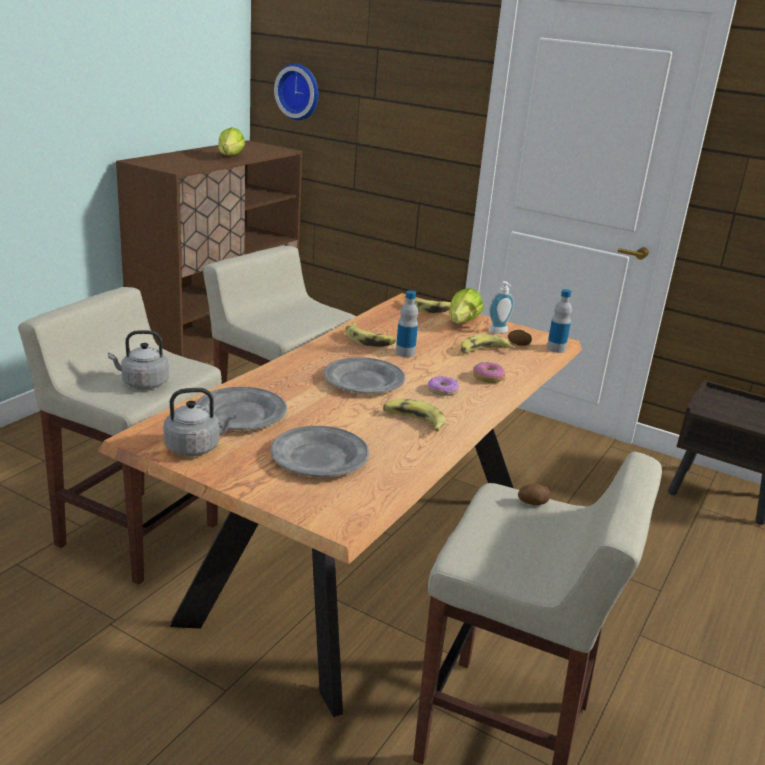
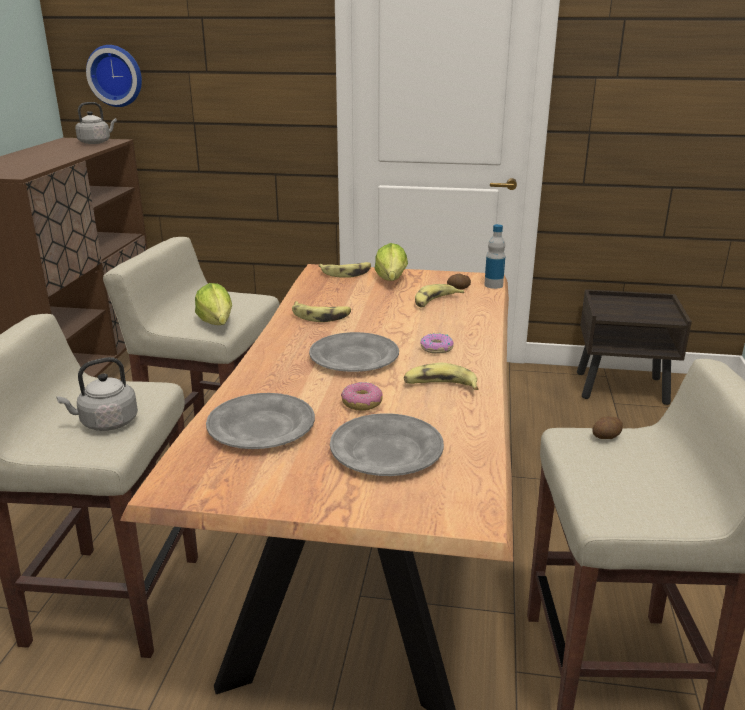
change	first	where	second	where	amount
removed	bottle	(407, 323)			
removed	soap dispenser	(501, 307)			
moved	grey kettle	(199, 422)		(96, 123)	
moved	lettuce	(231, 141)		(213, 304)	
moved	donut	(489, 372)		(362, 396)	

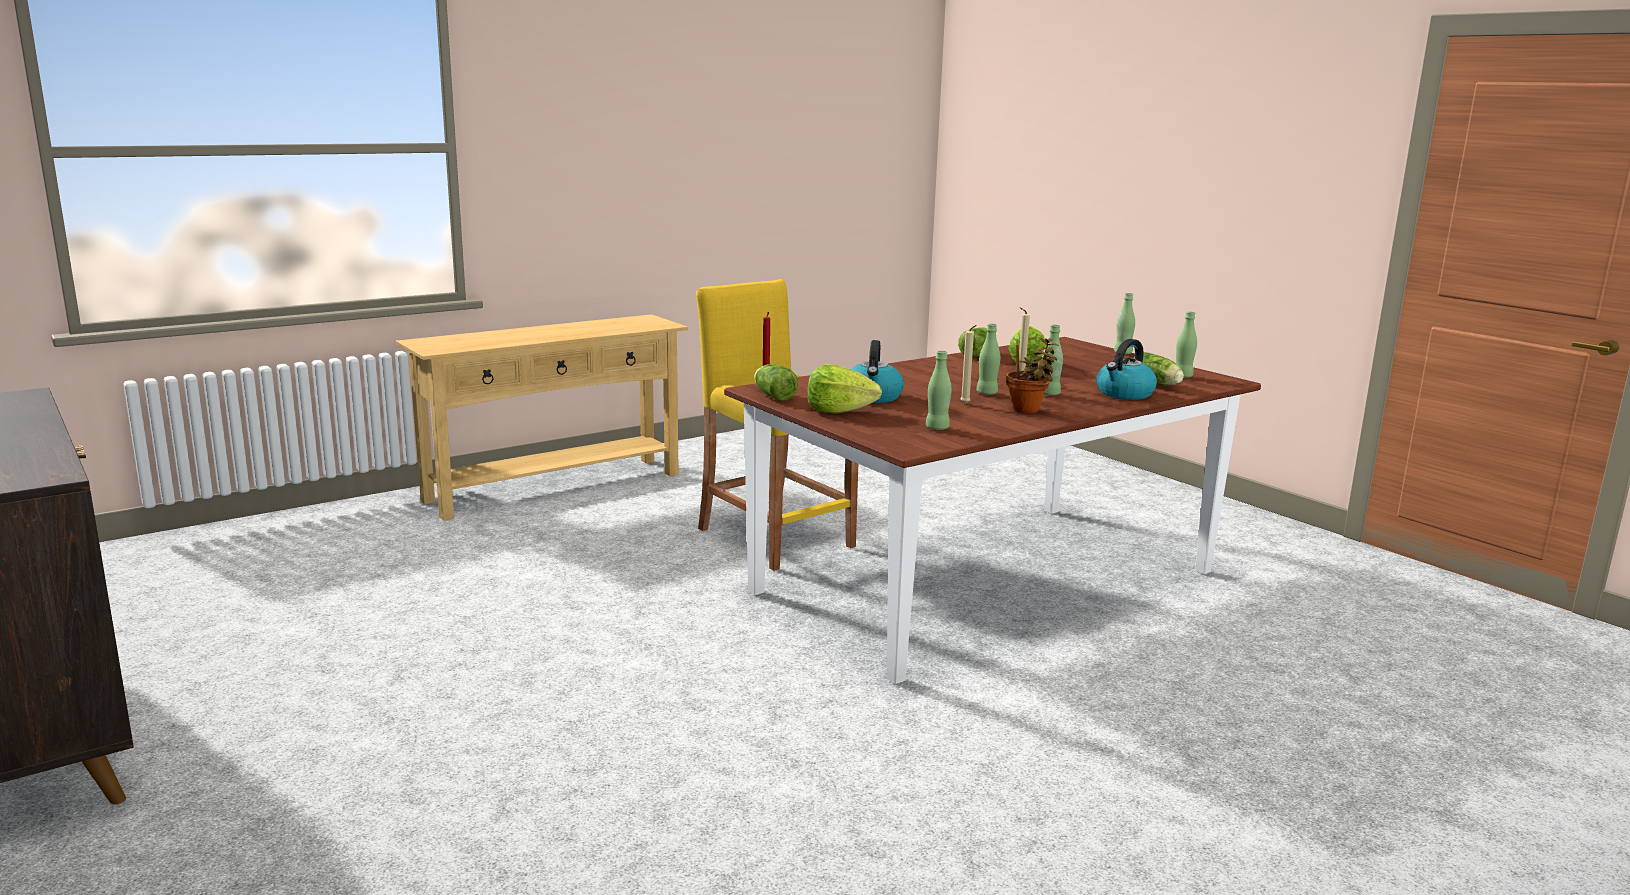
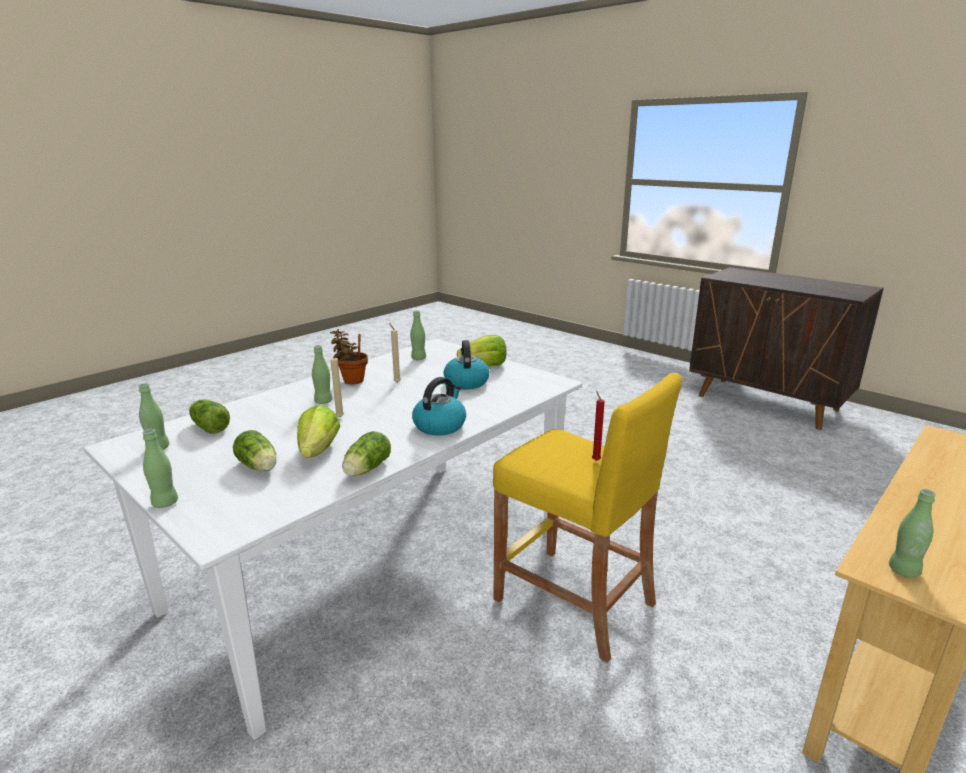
change	first	where	second	where	amount
moved	lettuce	(776, 382)		(255, 450)	
moved	green bottle	(988, 359)		(912, 533)	
moved	kettle	(1126, 369)		(439, 406)	
recoloured	brown dining table	(992, 510)	white dining table	(333, 539)	

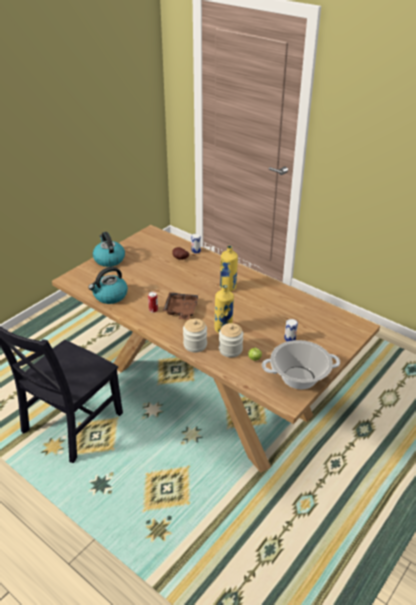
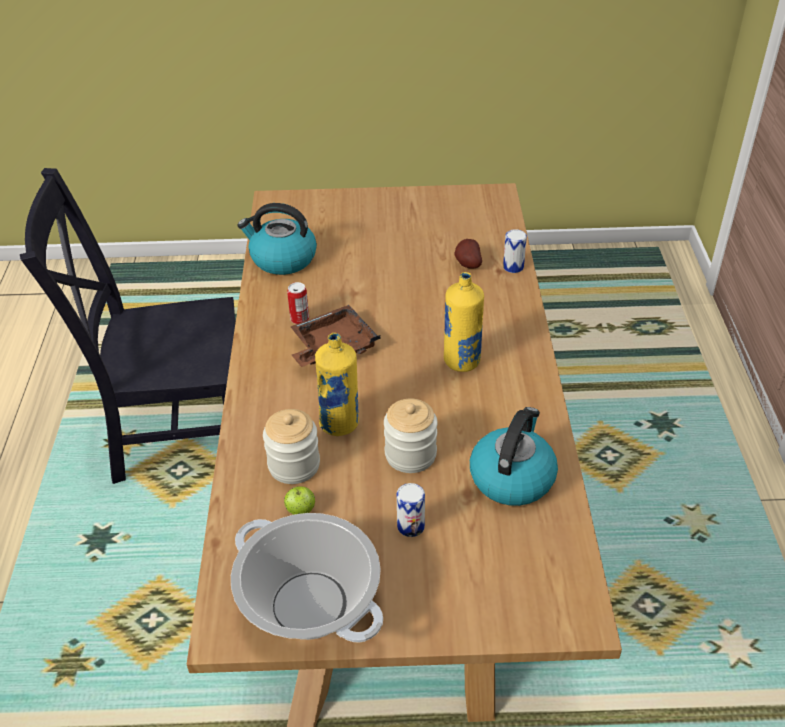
change	first	where	second	where	amount
moved	kettle	(109, 249)		(514, 456)	
moved	jar	(195, 335)		(411, 436)	

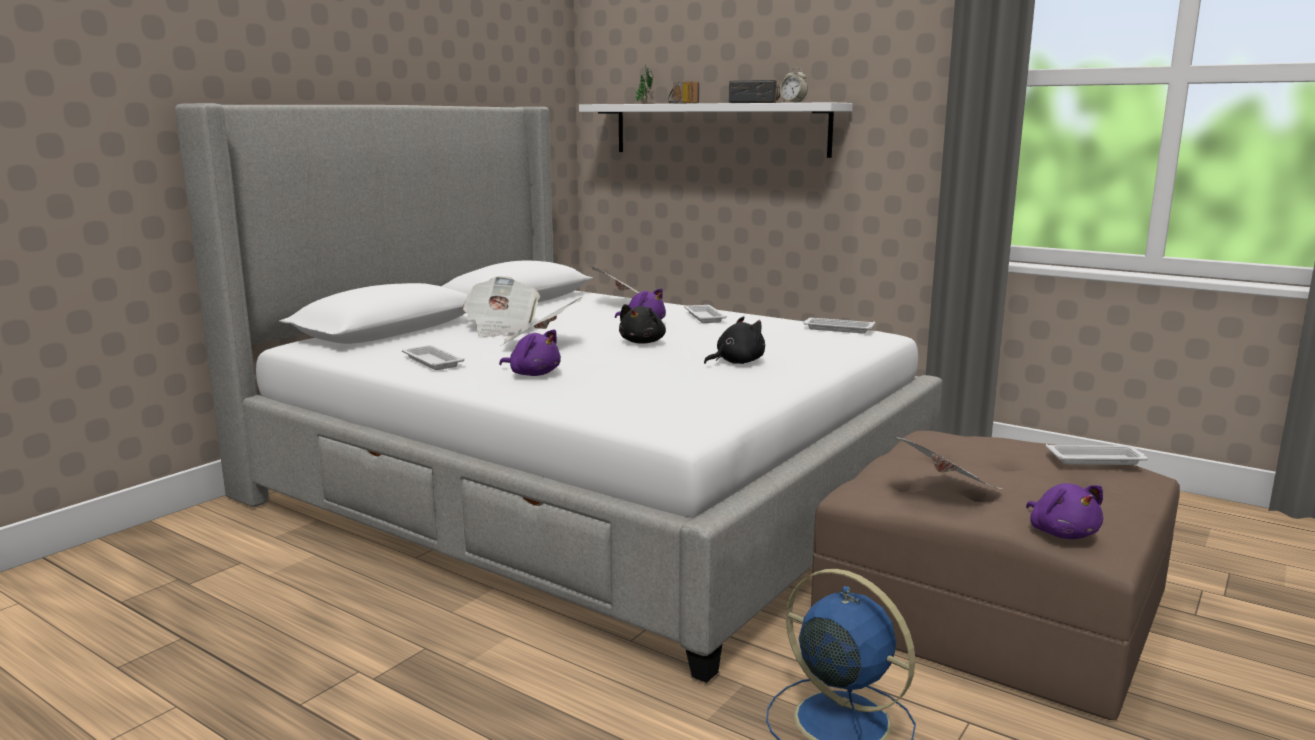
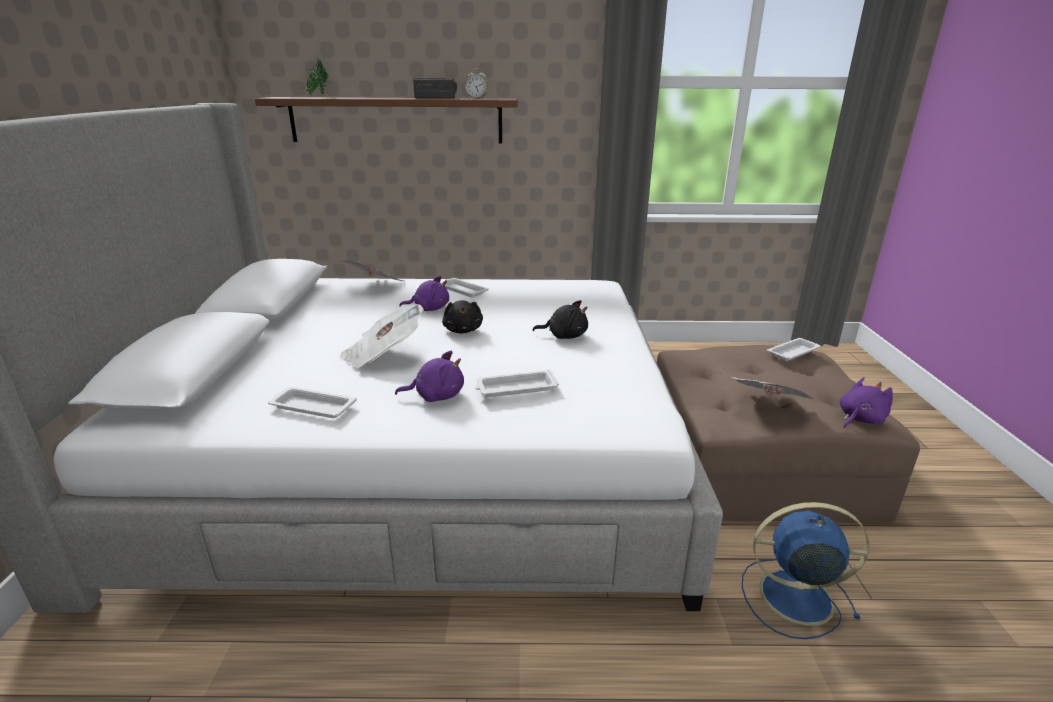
change	first	where	second	where	amount
removed	newspaper	(501, 306)			
removed	radio	(683, 92)			
moved	white tray	(839, 325)		(517, 383)	
recoloured	white shelf	(716, 130)	brown shelf	(386, 120)	
turned	black plush toy	(734, 340)		(560, 319)	75 degrees clockwise
turned	purple plush toy	(1064, 511)		(866, 402)	75 degrees counterclockwise

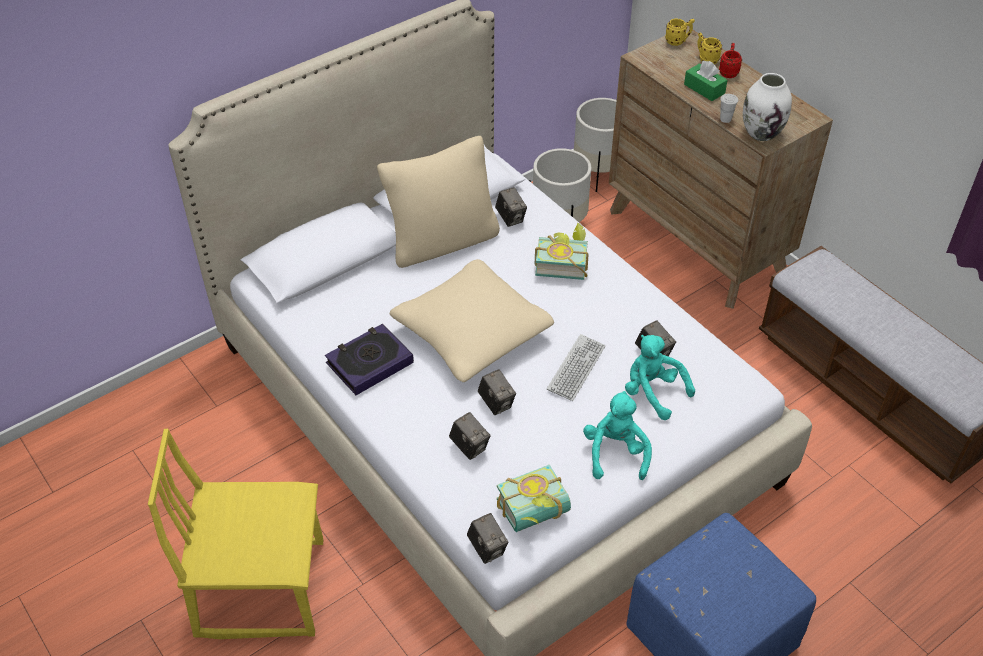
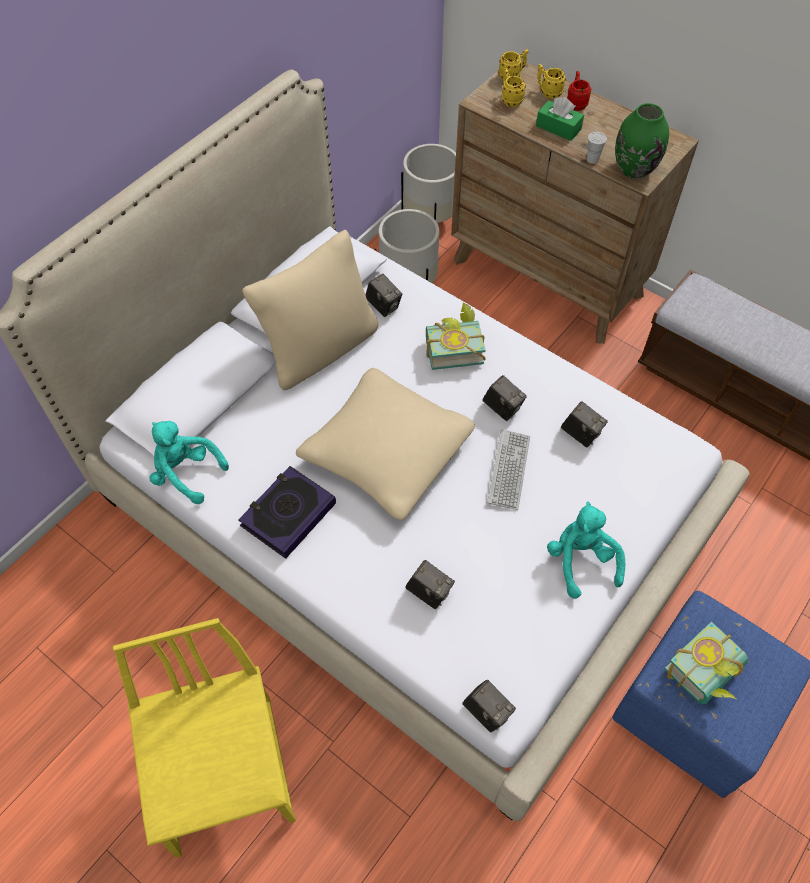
change	first	where	second	where	amount
added			yellow mug	(514, 87)	
moved	photo camera	(497, 392)		(505, 398)	
moved	book	(534, 498)		(706, 662)	
moved	turquoise plush toy	(660, 377)		(189, 462)	
recoloured	white vase	(767, 107)	green vase	(642, 141)	
turned	yellow chair	(235, 534)		(204, 738)	90 degrees clockwise

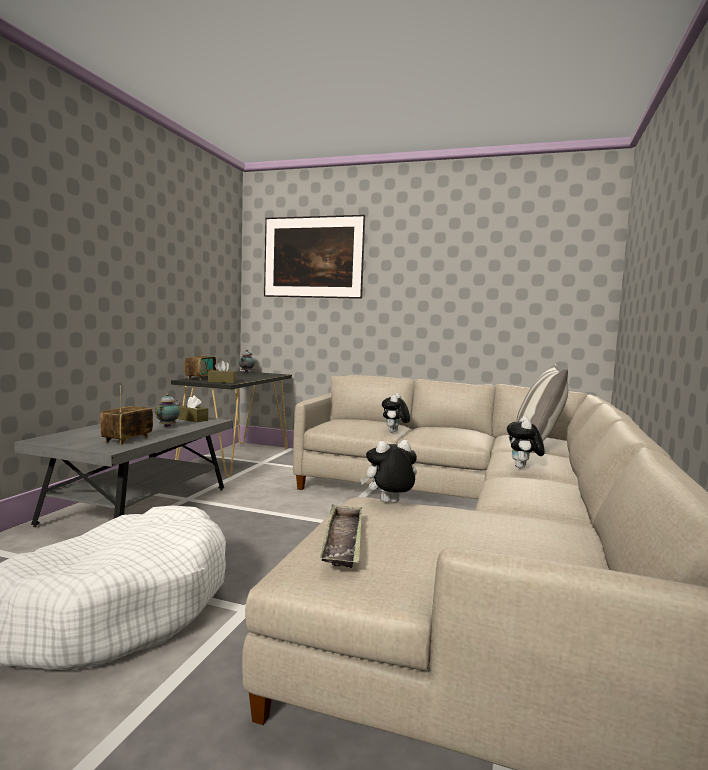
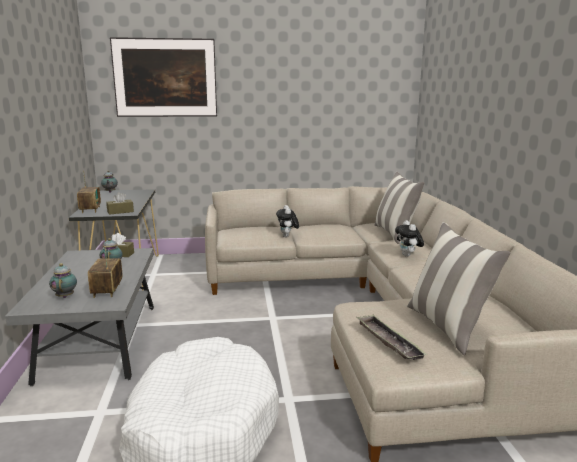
change	first	where	second	where	amount
removed	plush toy	(388, 471)			
added			teapot	(63, 280)	
added			pillow	(459, 288)	

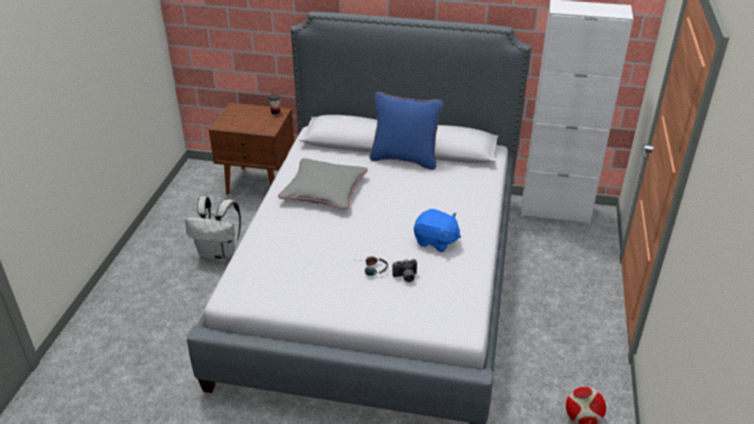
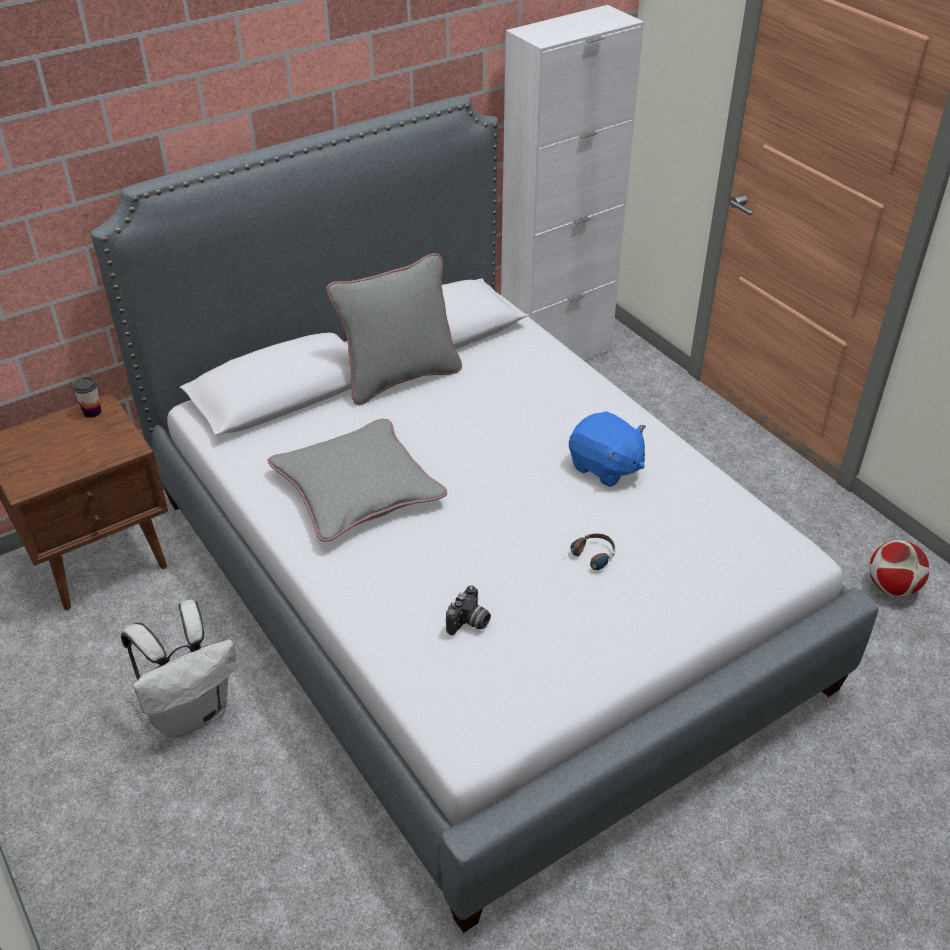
change	first	where	second	where	amount
moved	photo camera	(404, 270)		(468, 610)	
recoloured	blue pillow	(406, 131)	grey pillow	(394, 329)	
turned	blue plush toy	(437, 230)		(607, 449)	60 degrees clockwise

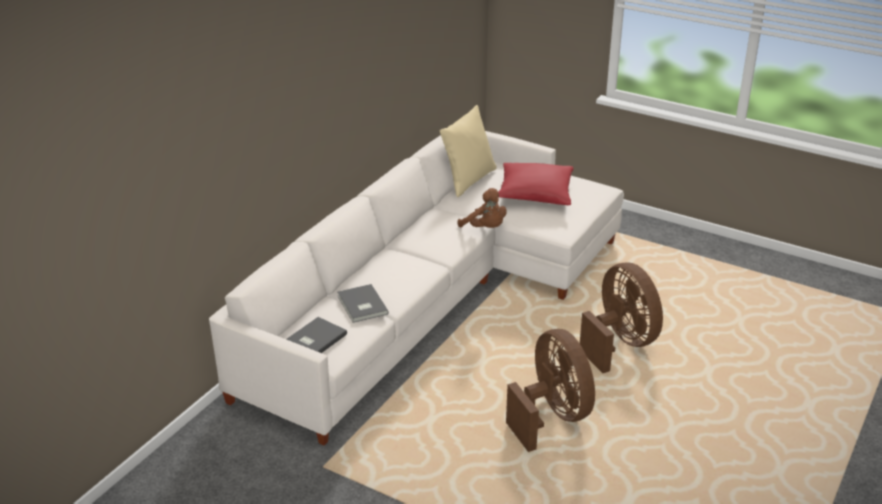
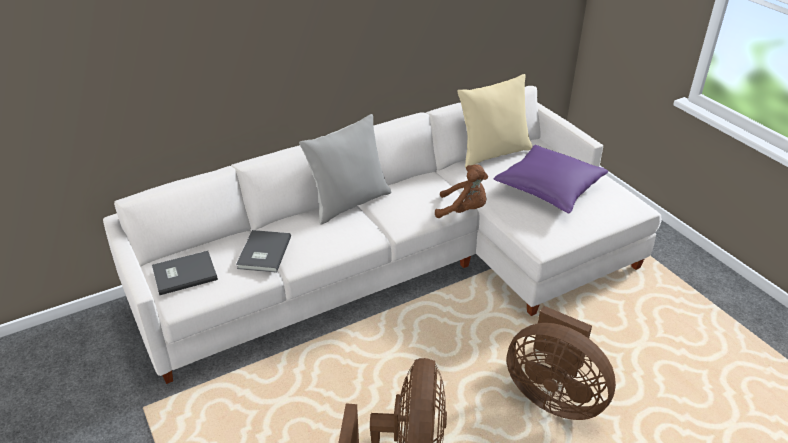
change	first	where	second	where	amount
added			grey pillow	(345, 169)	
recoloured	red pillow	(536, 184)	purple pillow	(550, 179)	
turned	brown plush toy	(482, 208)		(461, 191)	60 degrees counterclockwise
turned	brown fan	(621, 317)		(561, 363)	120 degrees clockwise

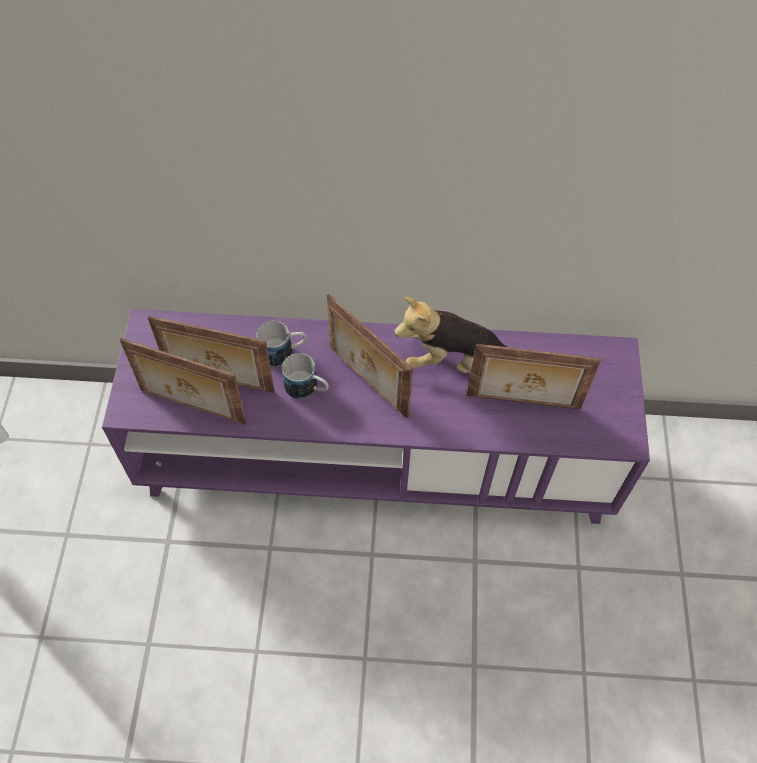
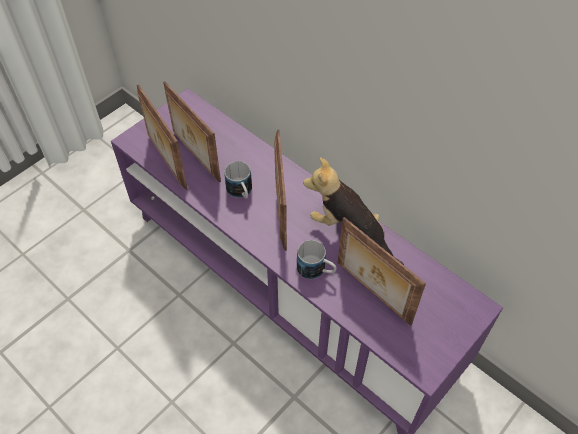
change	first	where	second	where	amount
moved	mug	(281, 343)		(317, 259)	

